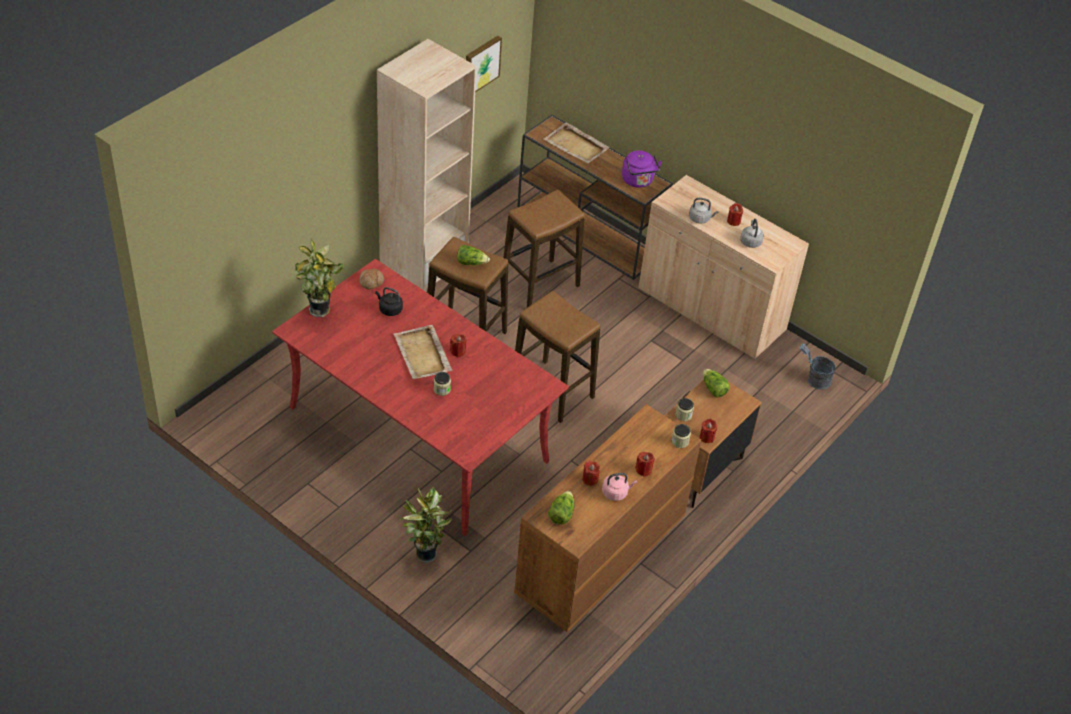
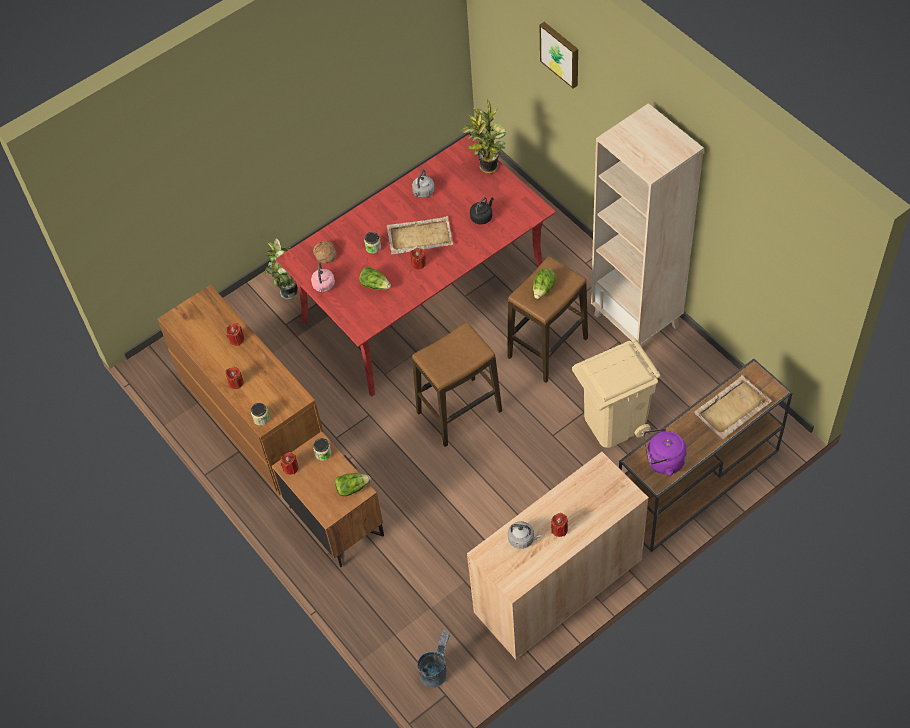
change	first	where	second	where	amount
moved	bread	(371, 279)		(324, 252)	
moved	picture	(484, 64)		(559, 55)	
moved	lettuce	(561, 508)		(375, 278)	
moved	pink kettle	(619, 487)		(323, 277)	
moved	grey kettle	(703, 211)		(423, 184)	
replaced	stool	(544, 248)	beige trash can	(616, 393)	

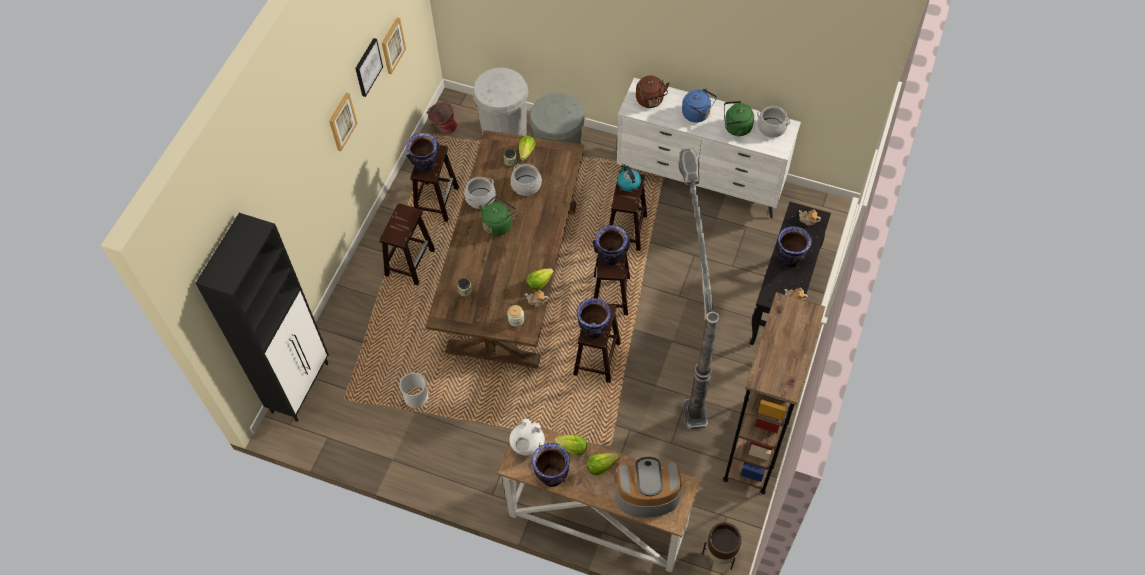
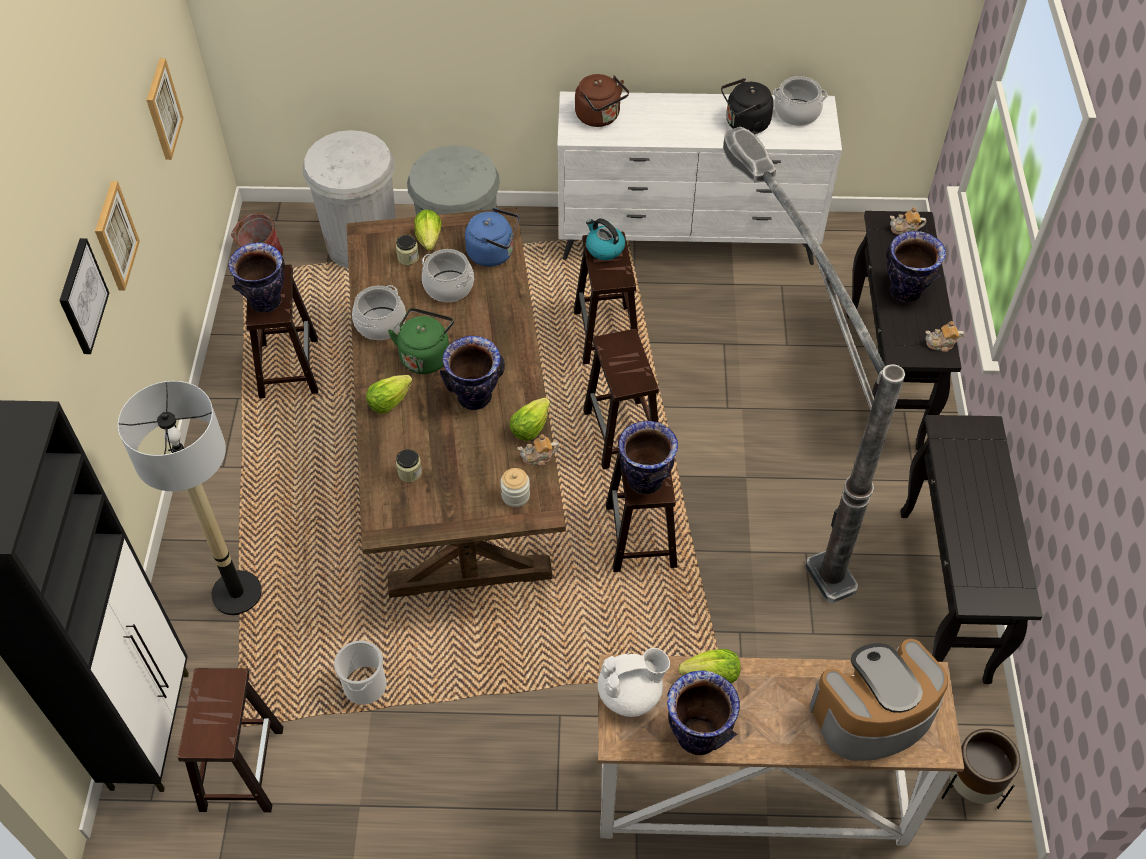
change	first	where	second	where	amount
added			floor lamp	(190, 498)	
moved	picture	(369, 67)		(84, 296)	
moved	brown stool	(407, 244)		(230, 740)	
moved	lettuce	(603, 464)		(389, 394)	
moved	vase	(611, 245)		(472, 373)	
moved	blue kettle	(699, 105)		(492, 237)	
replaced	brown bookcase	(774, 393)	black console table	(971, 549)	
recoloured	green kettle	(739, 118)	black kettle	(747, 106)	
turned	white teapot	(527, 437)		(634, 682)	105 degrees counterclockwise

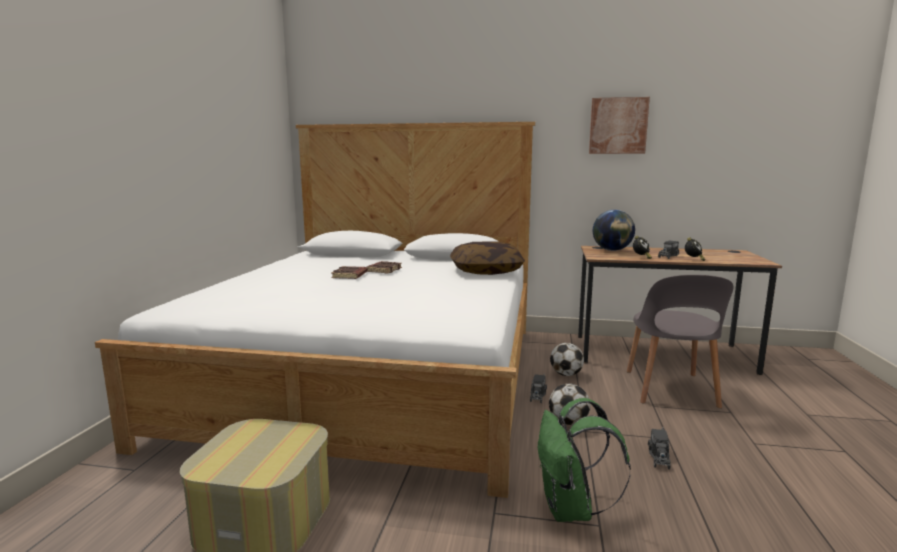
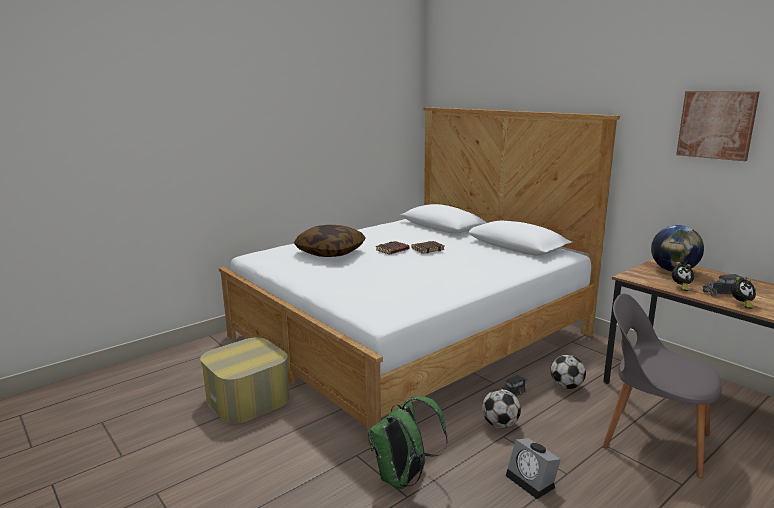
change	first	where	second	where	amount
moved	pillow	(487, 258)		(330, 241)	
replaced	toy truck	(659, 448)	alarm clock	(533, 468)	
turned	grey chair	(680, 341)		(662, 385)	75 degrees clockwise

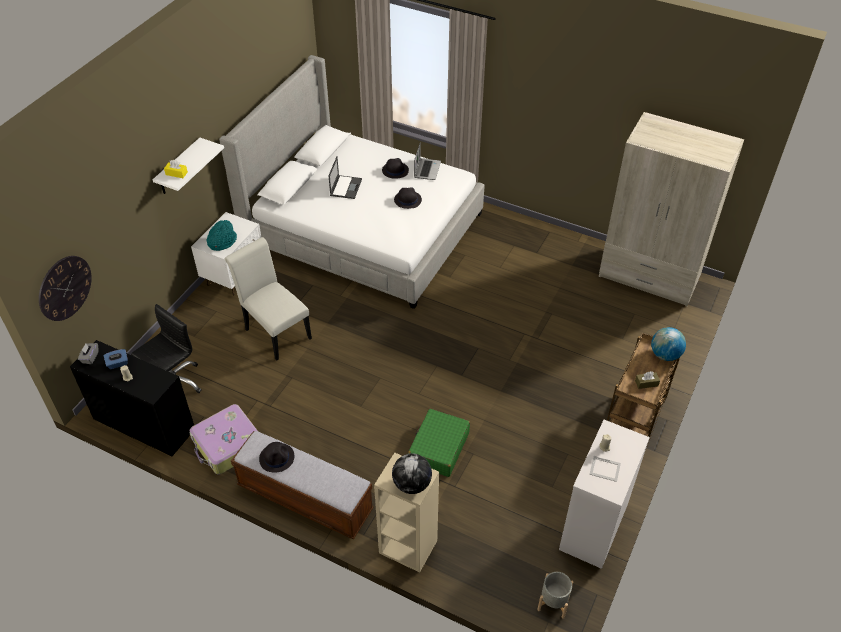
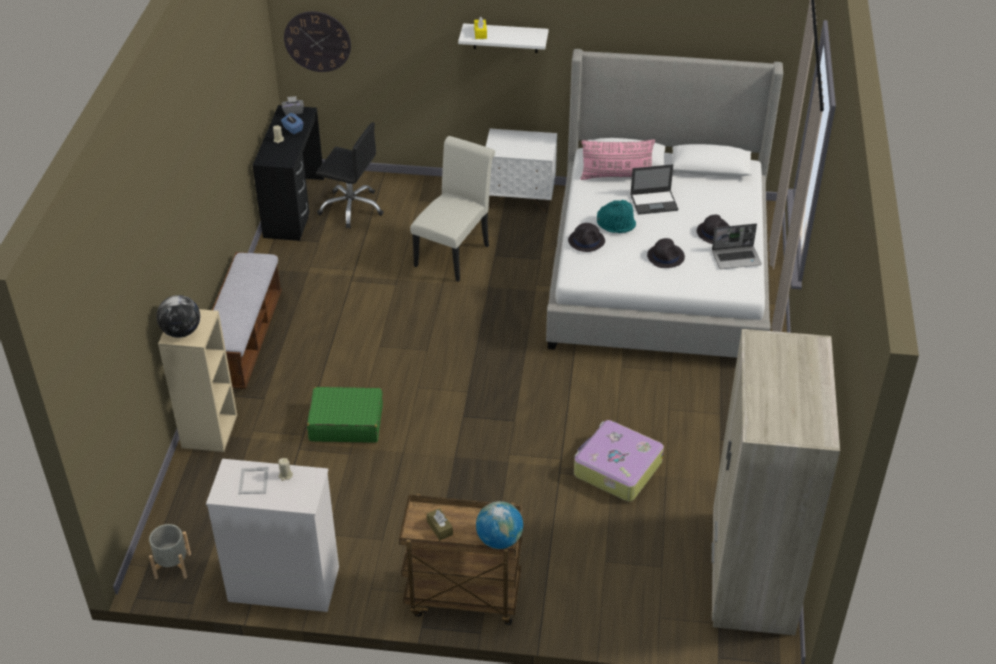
change	first	where	second	where	amount
added			pink pillow	(617, 159)	
moved	suitcase	(223, 439)		(619, 461)	
moved	turquoise hat	(222, 235)		(616, 216)	
moved	black hat	(276, 457)		(586, 237)	

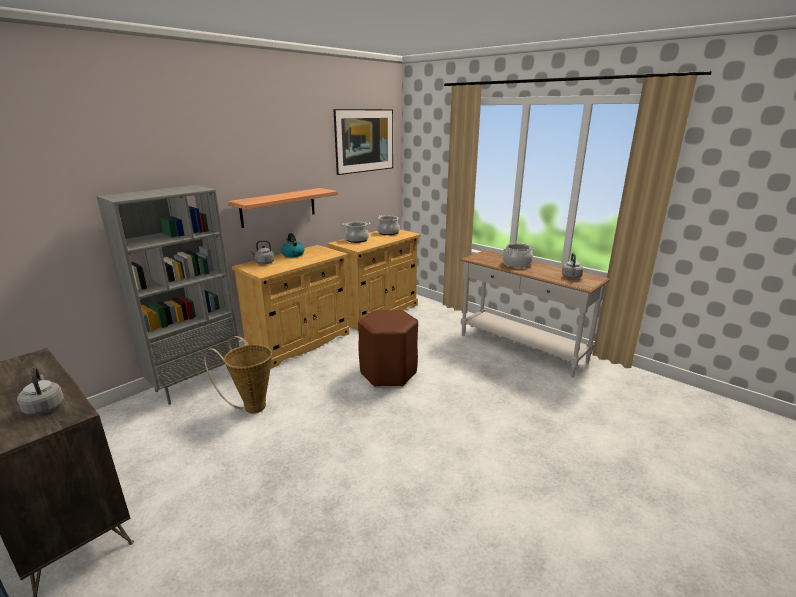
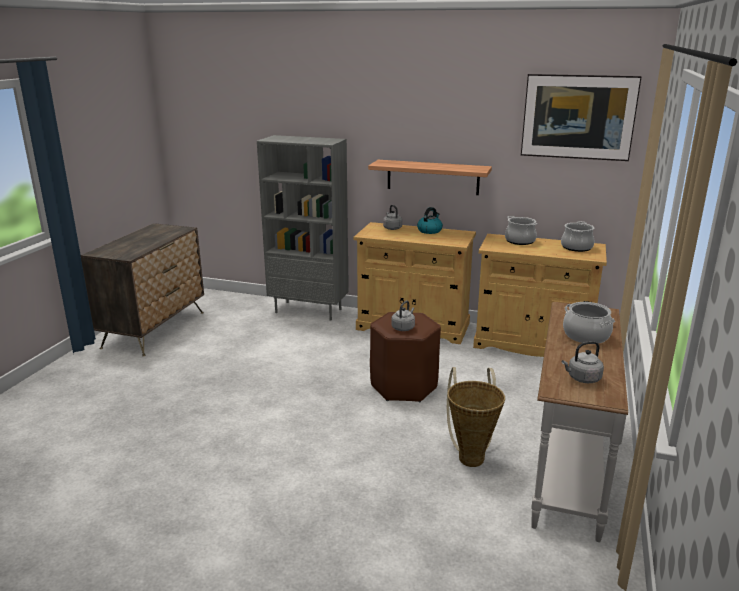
change	first	where	second	where	amount
moved	grey kettle	(40, 391)		(403, 316)	
moved	basket	(238, 374)		(476, 417)	

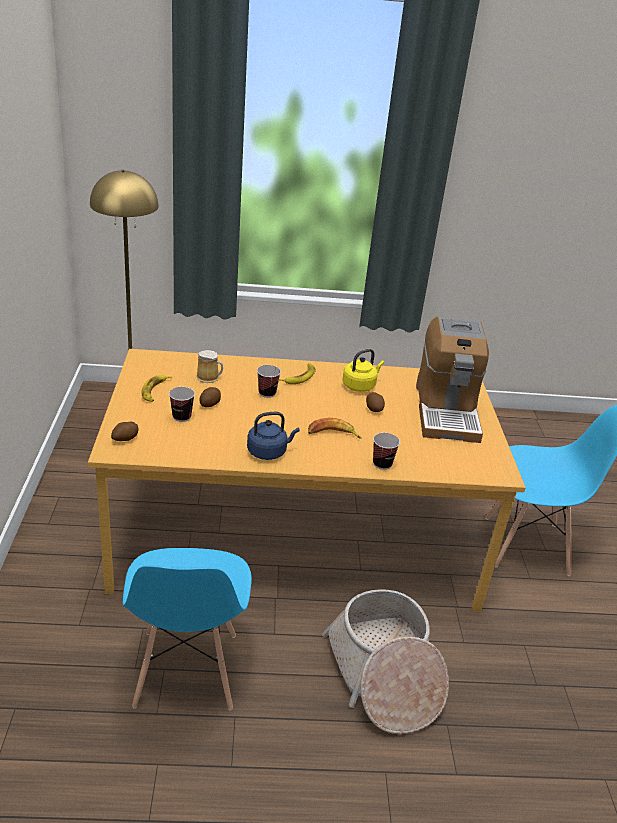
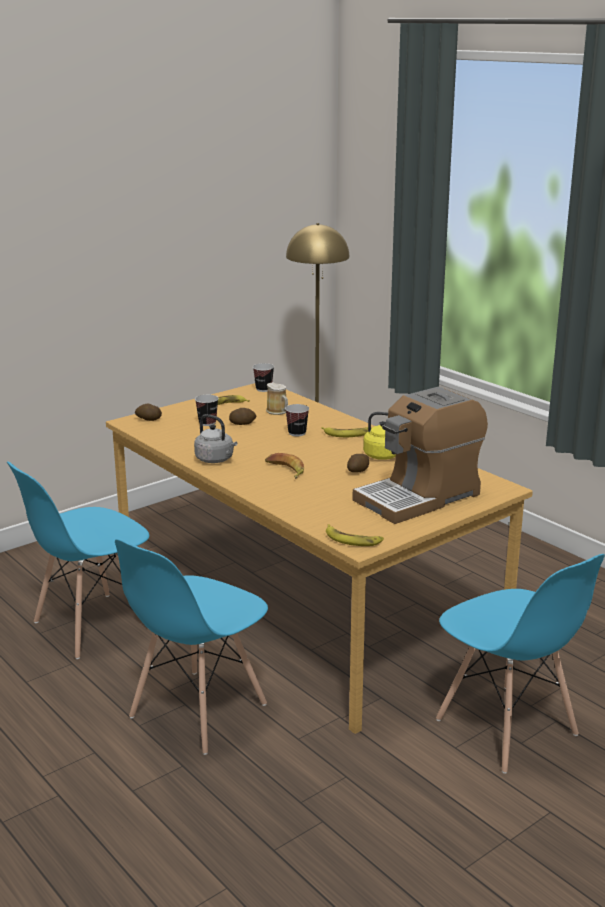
change	first	where	second	where	amount
added			banana	(355, 535)	
moved	cup	(386, 451)		(263, 377)	
replaced	basket	(385, 661)	blue chair	(191, 647)	
recoloured	blue kettle	(273, 436)	grey kettle	(215, 438)	

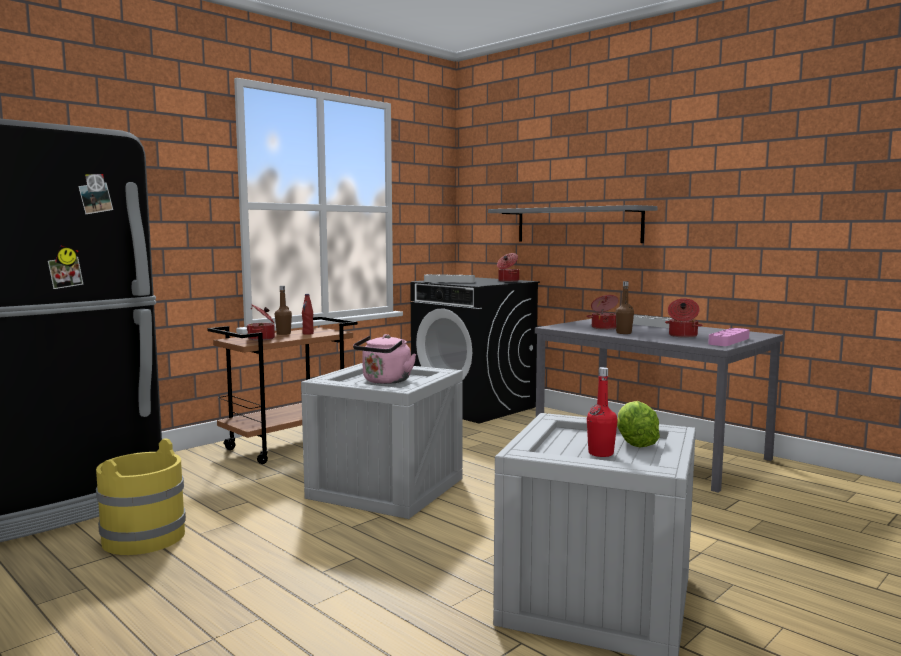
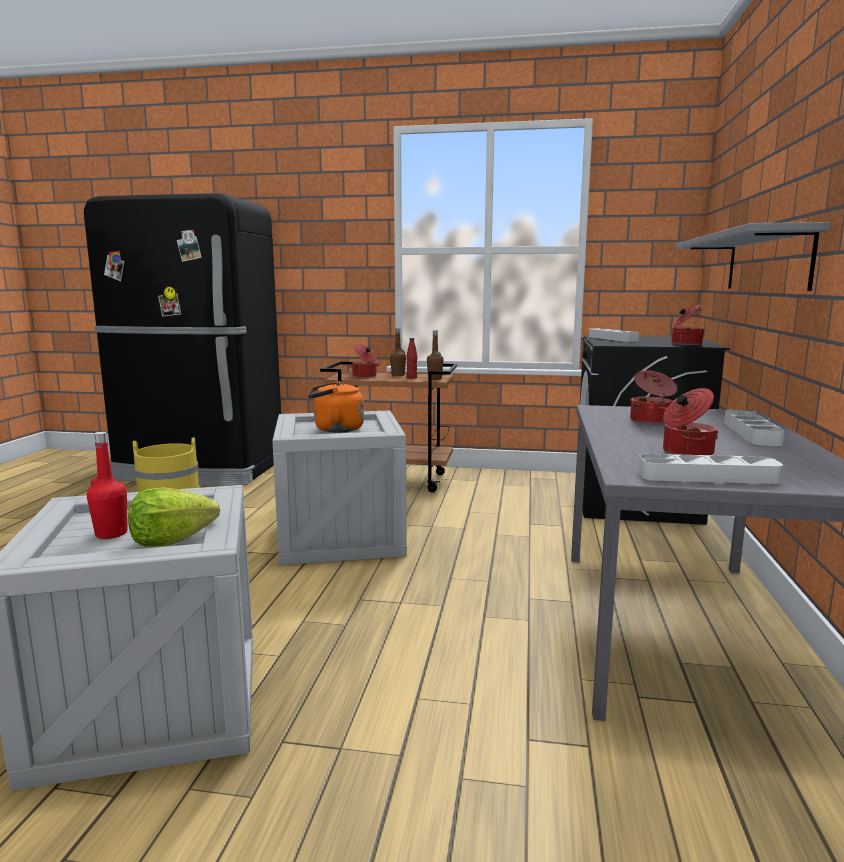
change	first	where	second	where	amount
moved	brown bottle	(625, 307)		(435, 355)	
recoloured	pink kettle	(384, 359)	orange kettle	(336, 407)	
recoloured	pink tray	(729, 337)	grey tray	(710, 469)	

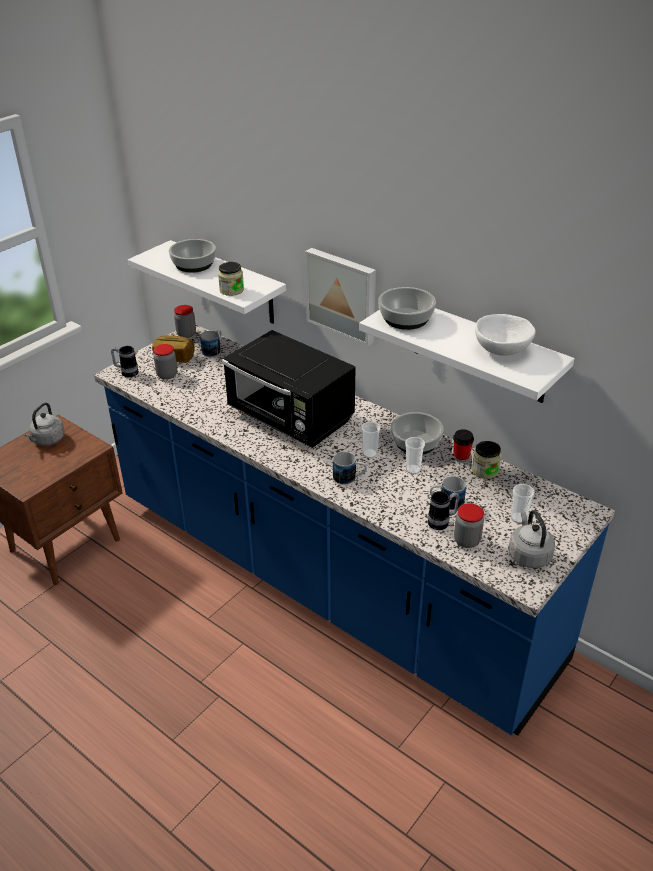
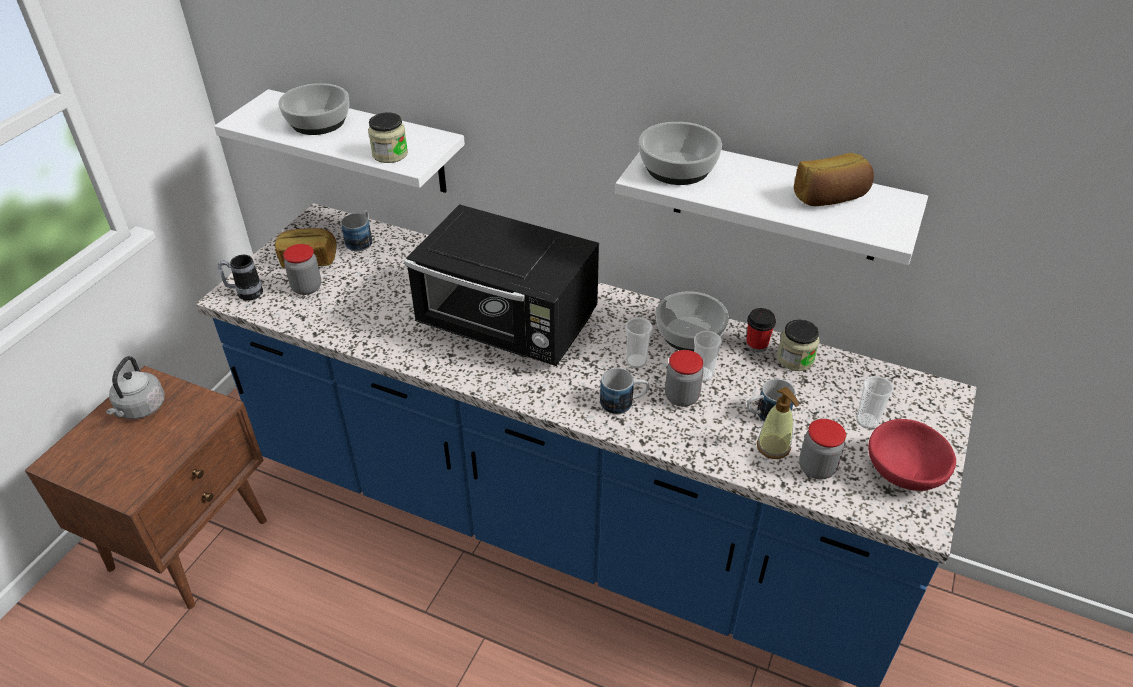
change	first	where	second	where	amount
removed	picture	(340, 297)			
moved	jar	(185, 321)		(684, 378)	
replaced	mug	(443, 510)	soap dispenser	(778, 423)	
replaced	white bowl	(505, 335)	bread	(834, 179)	
replaced	grey kettle	(531, 539)	red bowl	(912, 455)	

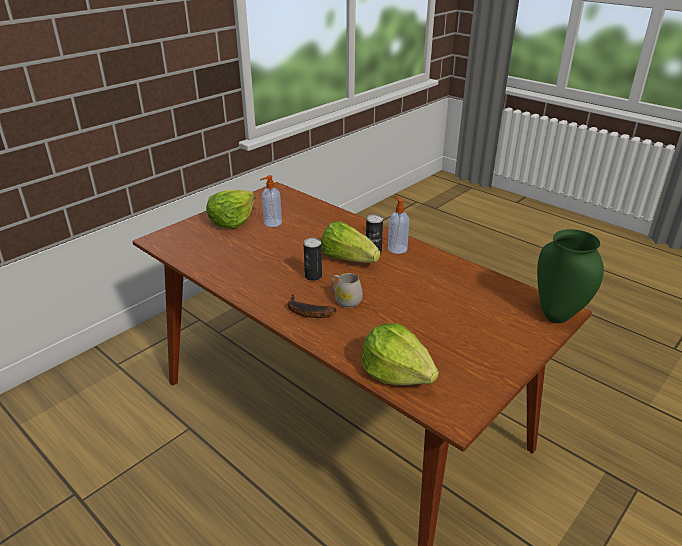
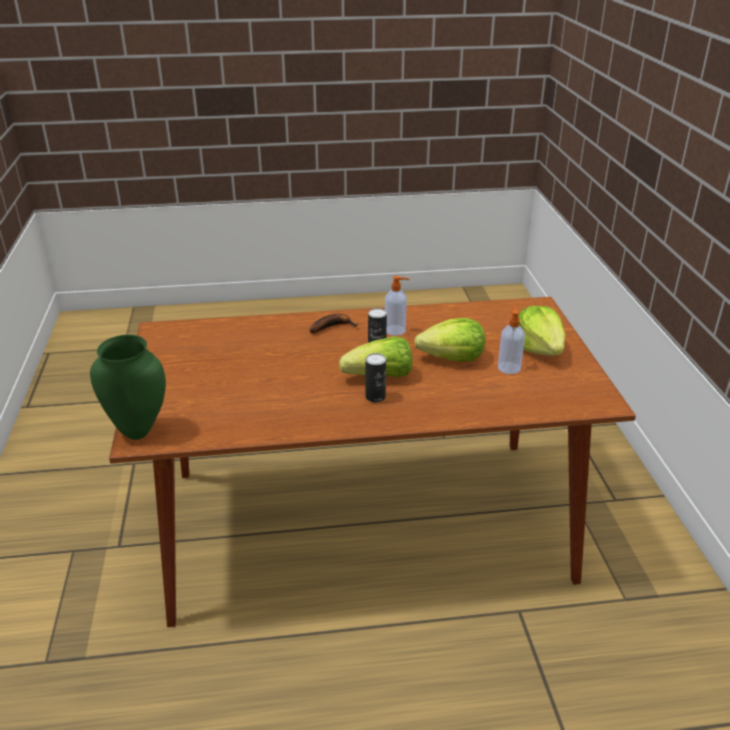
change	first	where	second	where	amount
removed	white mug	(347, 290)			
moved	lettuce	(400, 354)		(449, 339)	
moved	soap dispenser	(398, 224)		(397, 306)	

